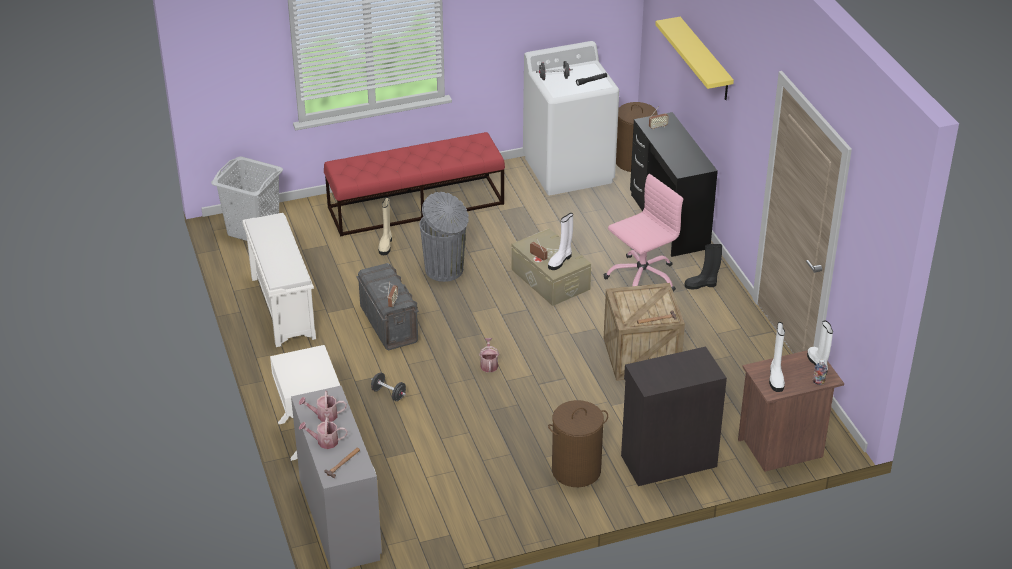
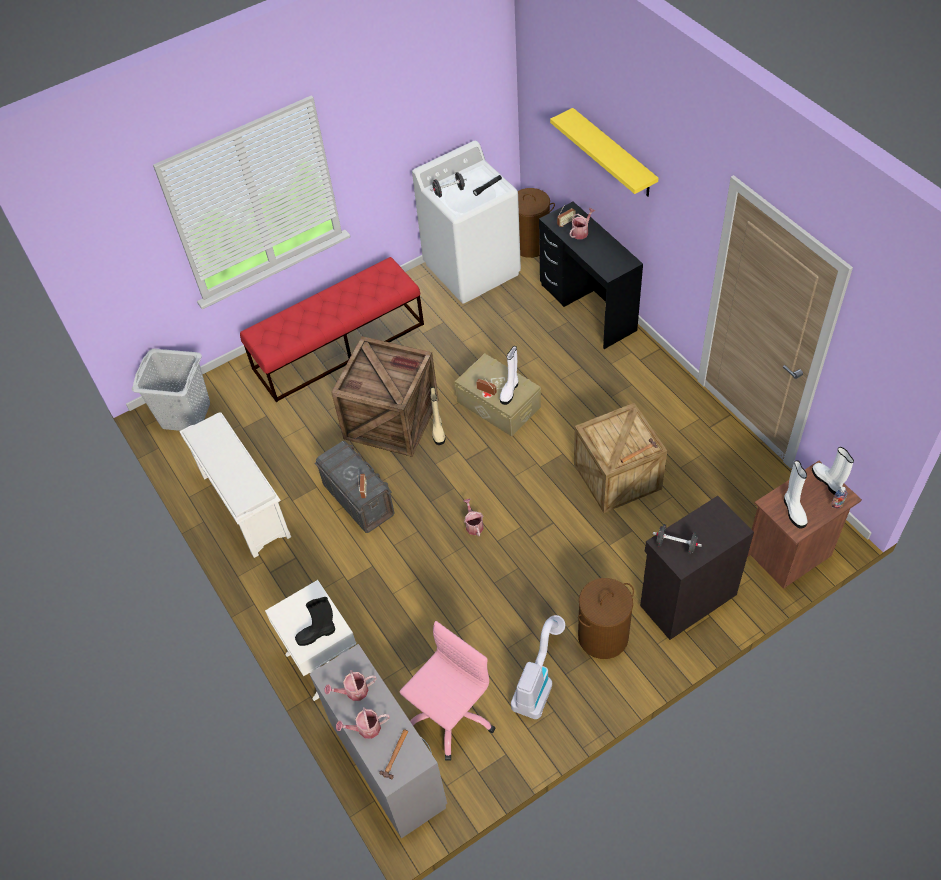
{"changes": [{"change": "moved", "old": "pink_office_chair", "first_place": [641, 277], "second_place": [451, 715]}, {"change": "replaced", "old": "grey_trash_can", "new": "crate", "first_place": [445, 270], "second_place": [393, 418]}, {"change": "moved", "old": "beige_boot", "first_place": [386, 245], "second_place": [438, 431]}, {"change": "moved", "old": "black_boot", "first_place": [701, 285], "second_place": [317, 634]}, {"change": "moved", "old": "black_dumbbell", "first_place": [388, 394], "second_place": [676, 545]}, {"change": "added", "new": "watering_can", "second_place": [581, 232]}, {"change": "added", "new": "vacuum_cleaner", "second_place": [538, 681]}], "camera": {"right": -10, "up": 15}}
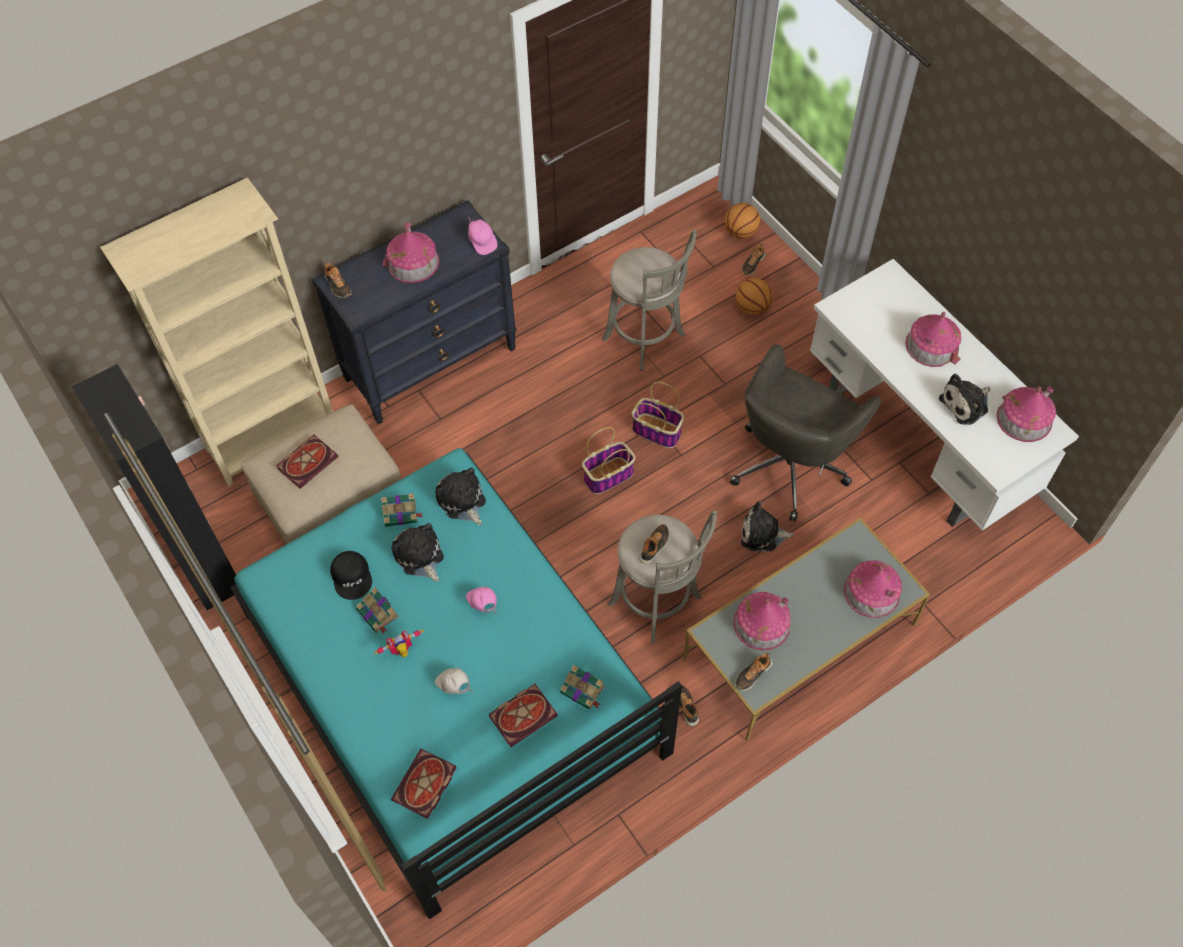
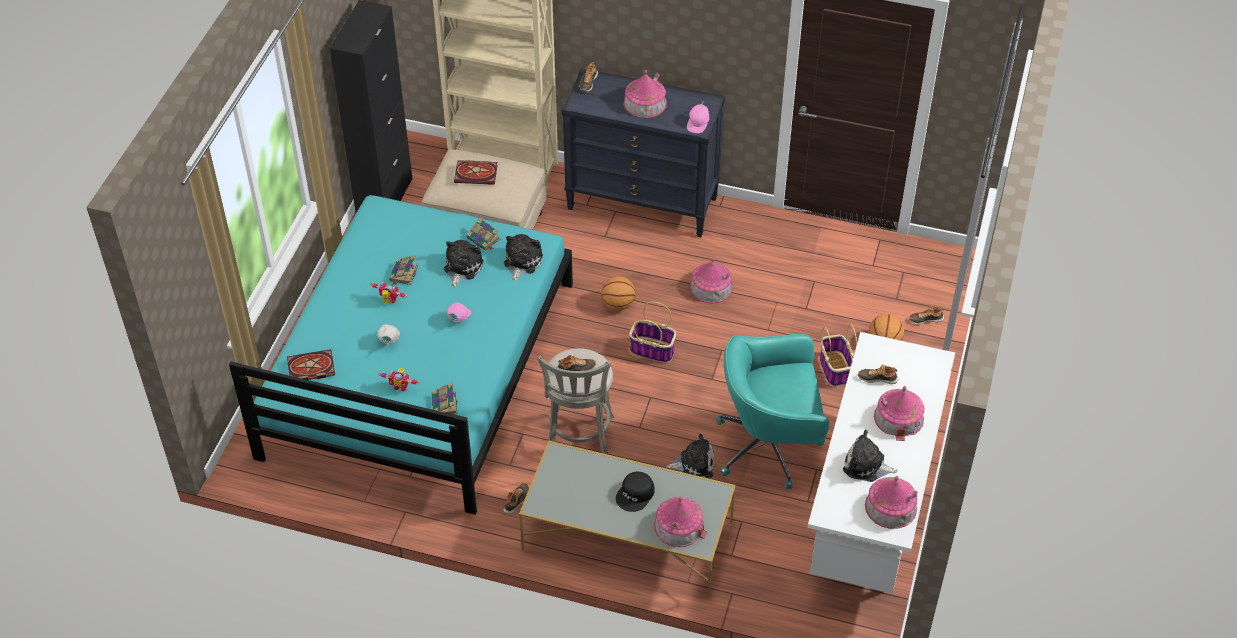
{"changes": [{"change": "moved", "old": "basketball", "first_place": [740, 232], "second_place": [618, 304]}, {"change": "removed", "old": "grey_stool", "first_place": [646, 340]}, {"change": "recoloured", "old": "grey_office_chair", "new": "turquoise_office_chair", "first_place": [791, 464], "second_place": [770, 446]}, {"change": "moved", "old": "basket", "first_place": [657, 431], "second_place": [835, 369]}, {"change": "turned", "old": "plush_toy", "first_place": [762, 534], "second_place": [694, 464], "degrees": 120}, {"change": "moved", "old": "black_cap", "first_place": [352, 576], "second_place": [635, 494]}, {"change": "moved", "old": "toy_house", "first_place": [761, 624], "second_place": [711, 287]}, {"change": "moved", "old": "shoe", "first_place": [753, 674], "second_place": [877, 378]}, {"change": "replaced", "old": "book", "new": "toy_robot", "first_place": [523, 714], "second_place": [401, 386]}], "camera": {"right": 50, "up": -10}}
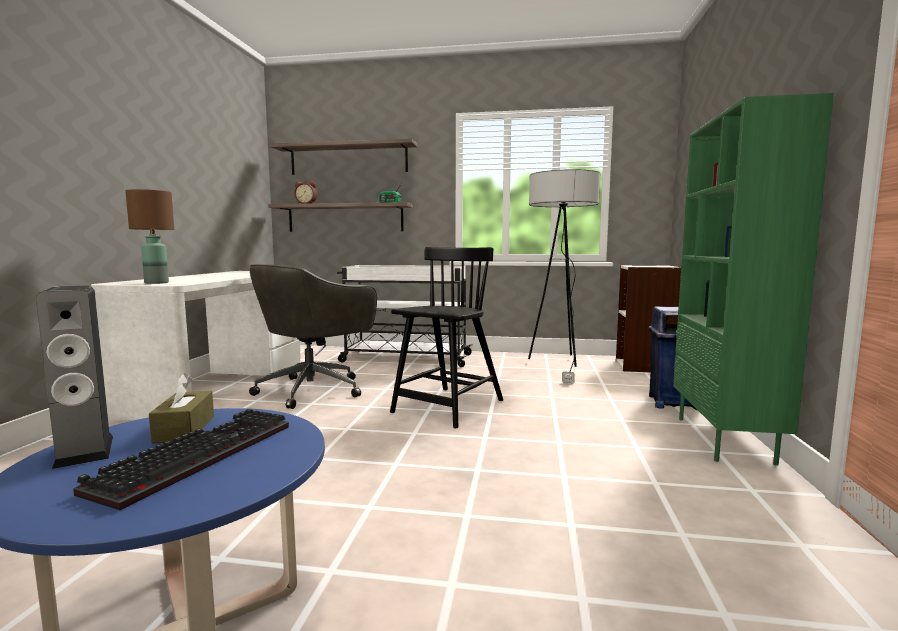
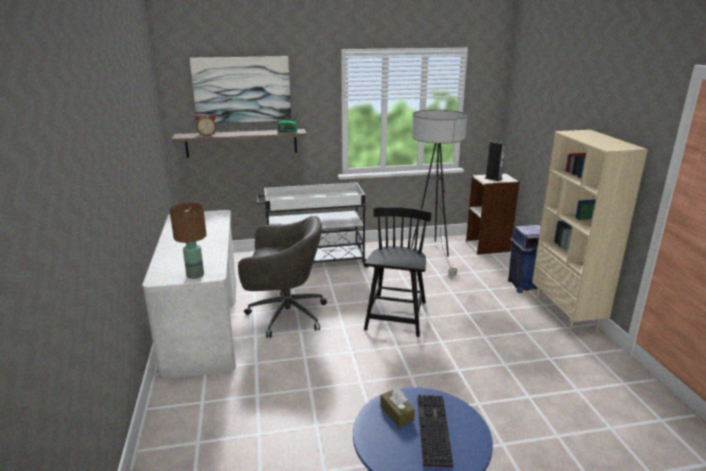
{"changes": [{"change": "recoloured", "old": "green_bookcase", "new": "beige_bookcase", "first_place": [725, 440], "second_place": [566, 316]}, {"change": "replaced", "old": "shelf", "new": "picture", "first_place": [348, 159], "second_place": [242, 89]}, {"change": "turned", "old": "grey_office_chair", "first_place": [314, 390], "second_place": [285, 315], "degrees": -105}, {"change": "moved", "old": "speaker", "first_place": [84, 451], "second_place": [493, 178]}], "camera": {"right": -20, "up": 15}}
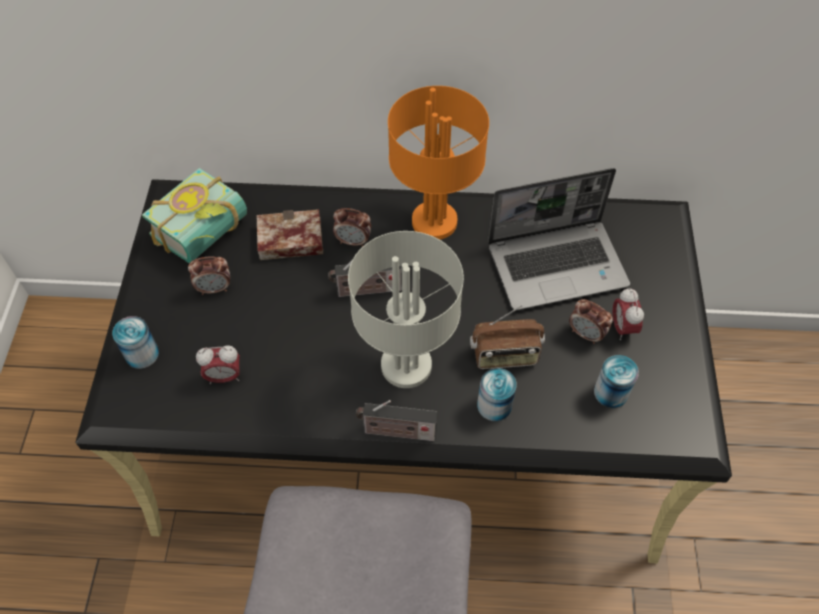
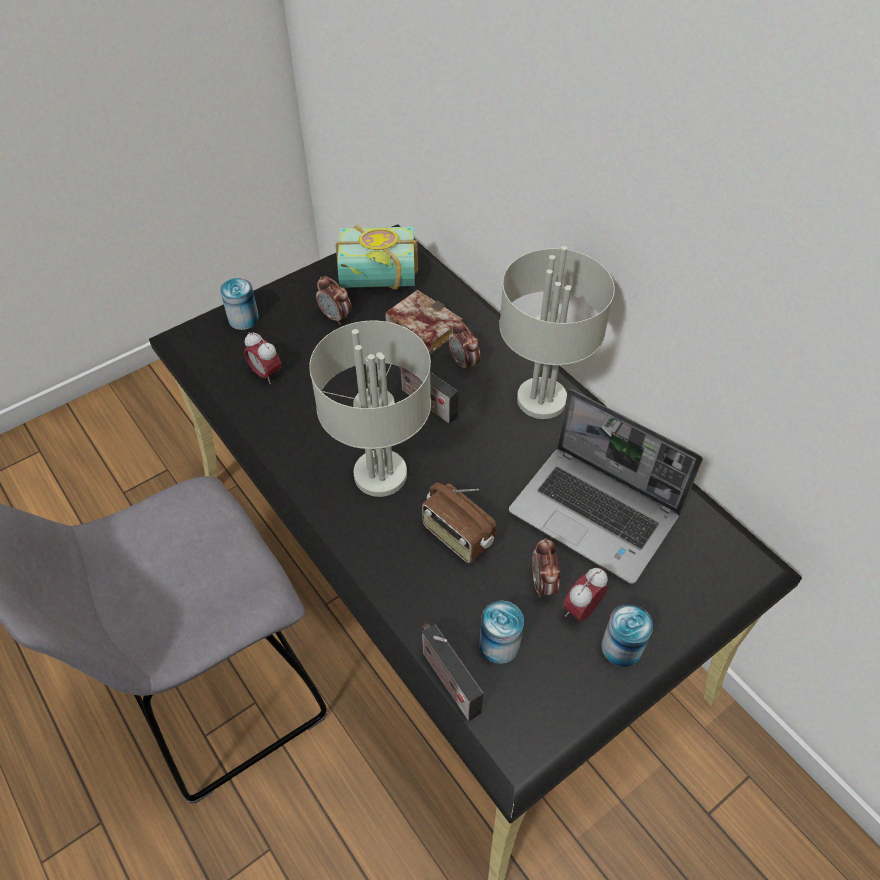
{"changes": [{"change": "recoloured", "old": "orange_table_lamp", "new": "grey_table_lamp", "first_place": [436, 222], "second_place": [542, 400]}, {"change": "moved", "old": "can", "first_place": [494, 405], "second_place": [621, 647]}, {"change": "moved", "old": "radio", "first_place": [396, 432], "second_place": [447, 679]}], "camera": {"right": 50, "up": -5}}
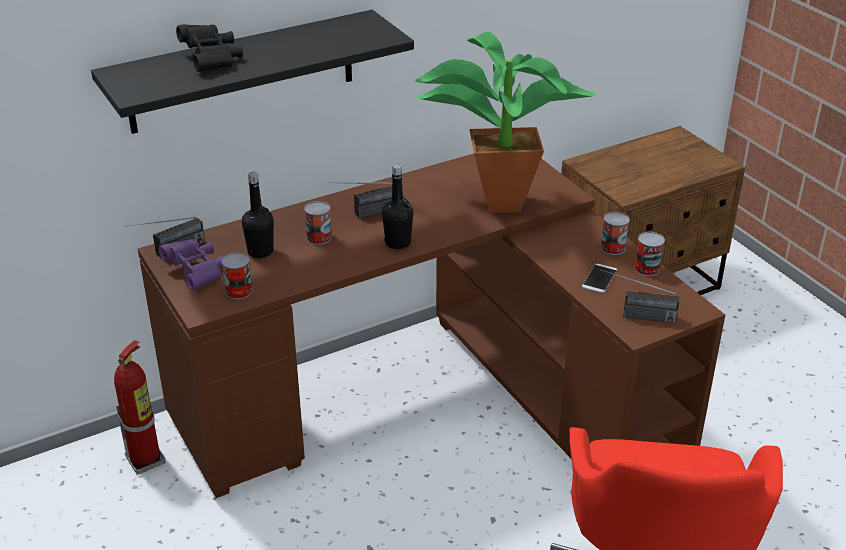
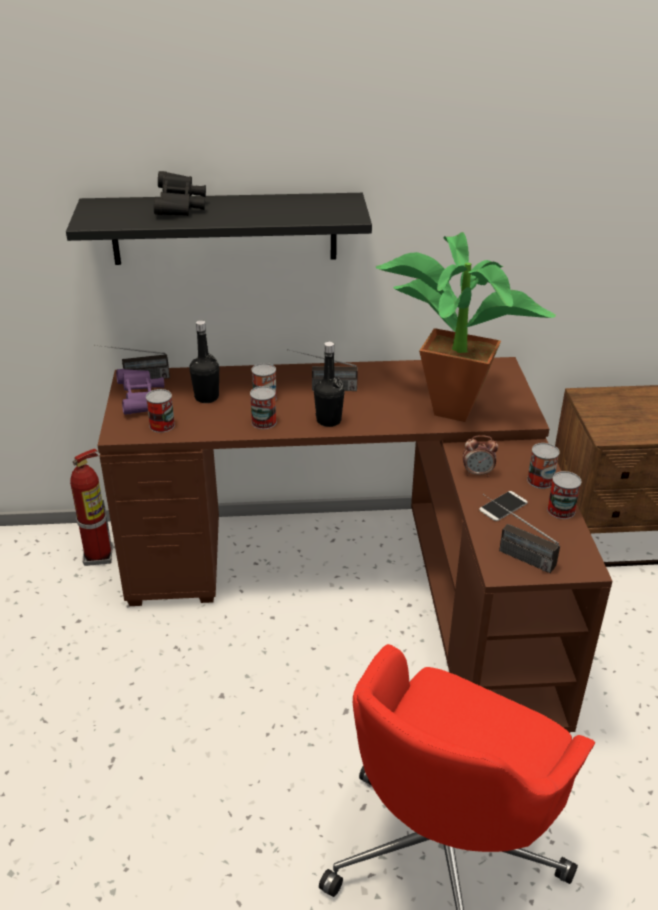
{"changes": [{"change": "added", "new": "can", "second_place": [264, 422]}, {"change": "added", "new": "alarm_clock", "second_place": [477, 473]}], "camera": {"right": 25, "up": 0}}
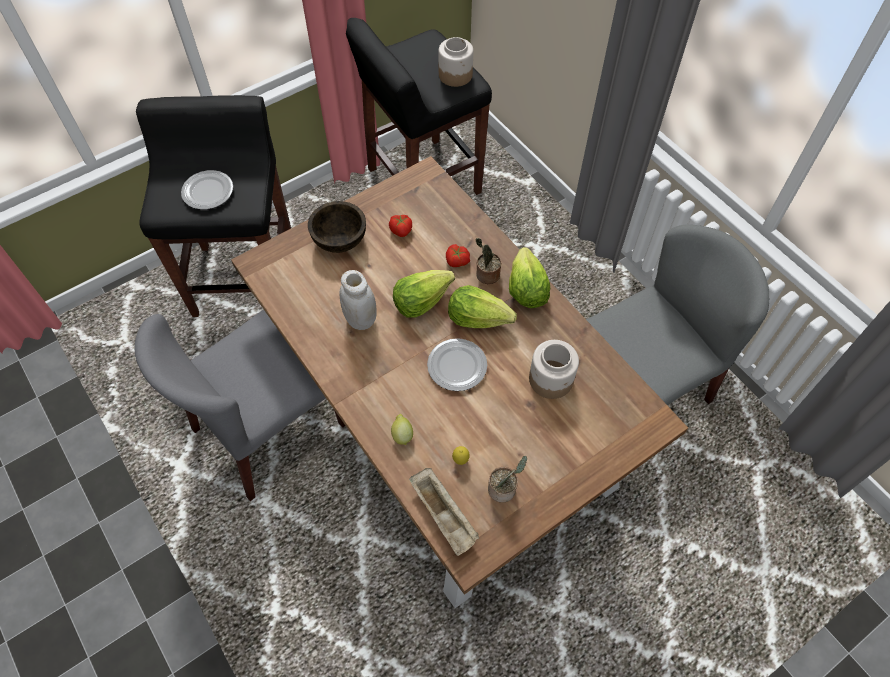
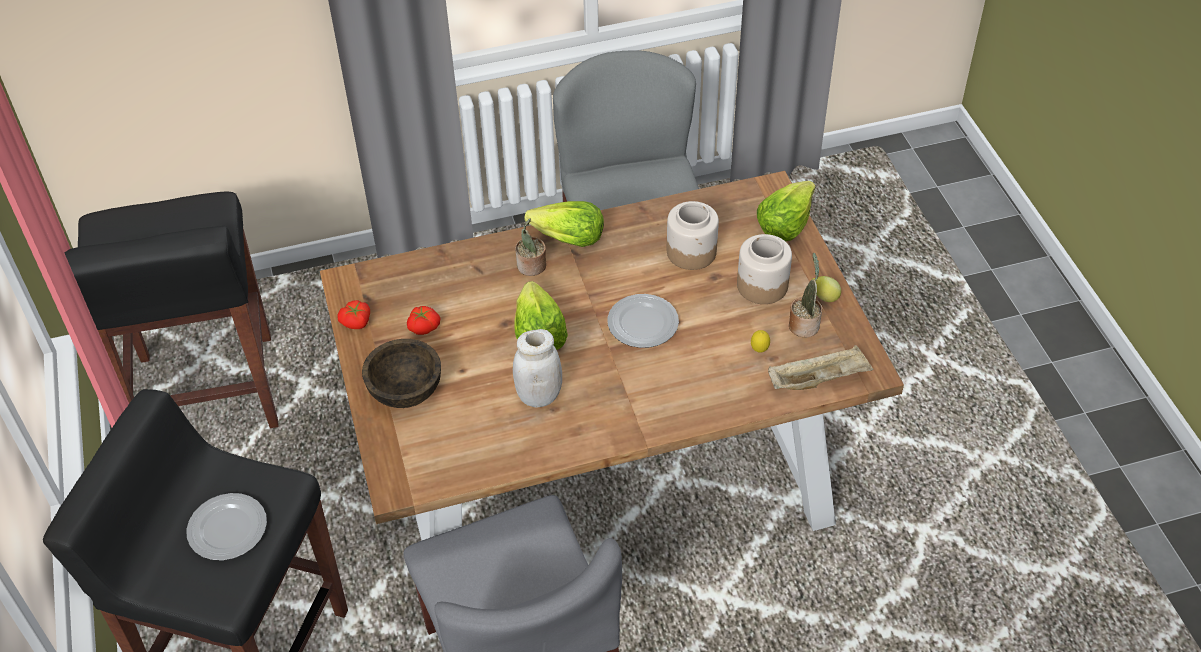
{"changes": [{"change": "moved", "old": "jar", "first_place": [455, 75], "second_place": [761, 285]}, {"change": "moved", "old": "tomato", "first_place": [457, 261], "second_place": [356, 322]}, {"change": "moved", "old": "lettuce", "first_place": [478, 317], "second_place": [785, 224]}, {"change": "moved", "old": "lemon", "first_place": [402, 434], "second_place": [824, 298]}], "camera": {"right": -70, "up": -10}}
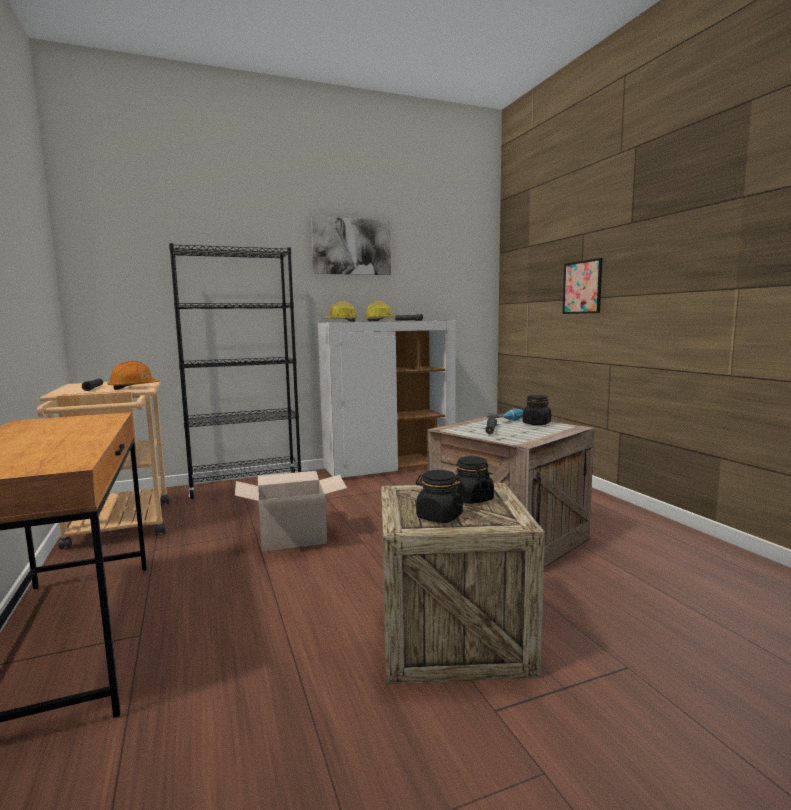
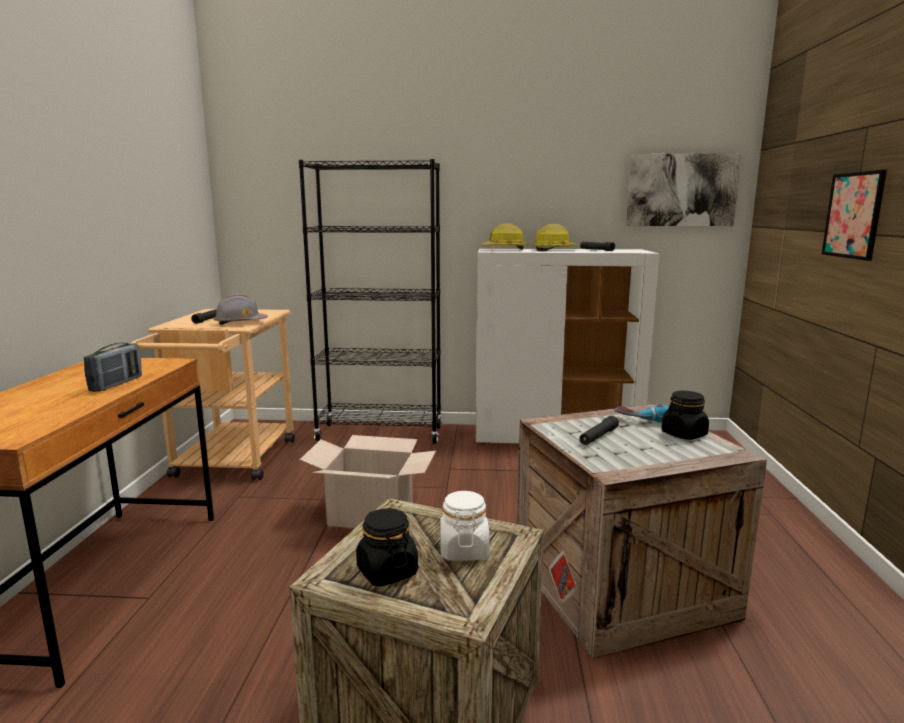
{"changes": [{"change": "moved", "old": "picture", "first_place": [351, 247], "second_place": [681, 190]}, {"change": "recoloured", "old": "orange_hard_hat", "new": "grey_hard_hat", "first_place": [134, 387], "second_place": [240, 323]}, {"change": "recoloured", "old": "black_jar", "new": "white_jar", "first_place": [471, 499], "second_place": [463, 550]}, {"change": "added", "new": "radio", "second_place": [116, 384]}], "camera": {"right": 25, "up": 5}}
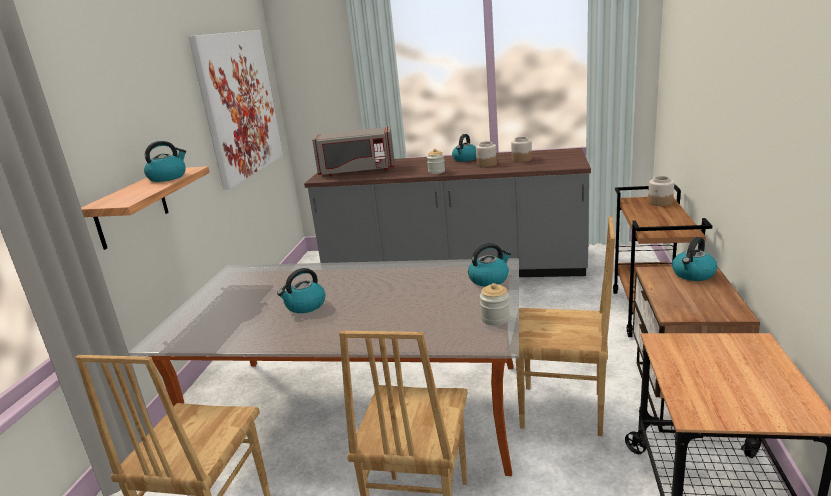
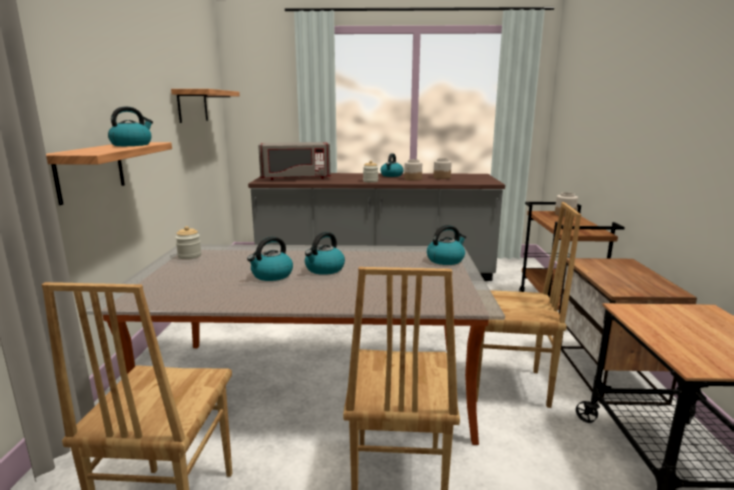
{"changes": [{"change": "replaced", "old": "picture", "new": "shelf", "first_place": [239, 105], "second_place": [192, 106]}, {"change": "moved", "old": "kettle", "first_place": [693, 274], "second_place": [324, 269]}, {"change": "moved", "old": "jar", "first_place": [495, 318], "second_place": [189, 256]}], "camera": {"right": -10, "up": -5}}
